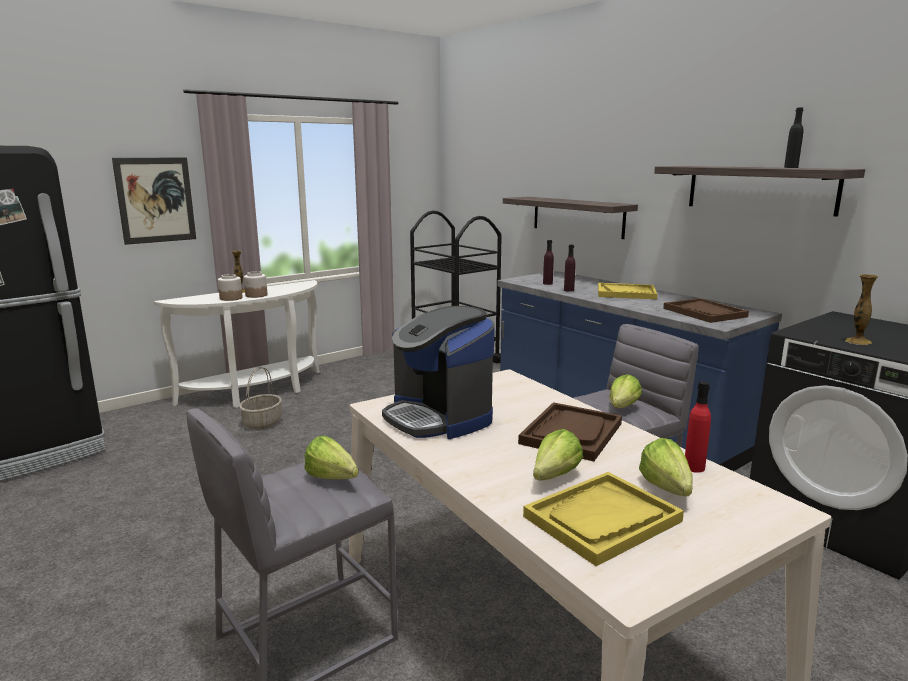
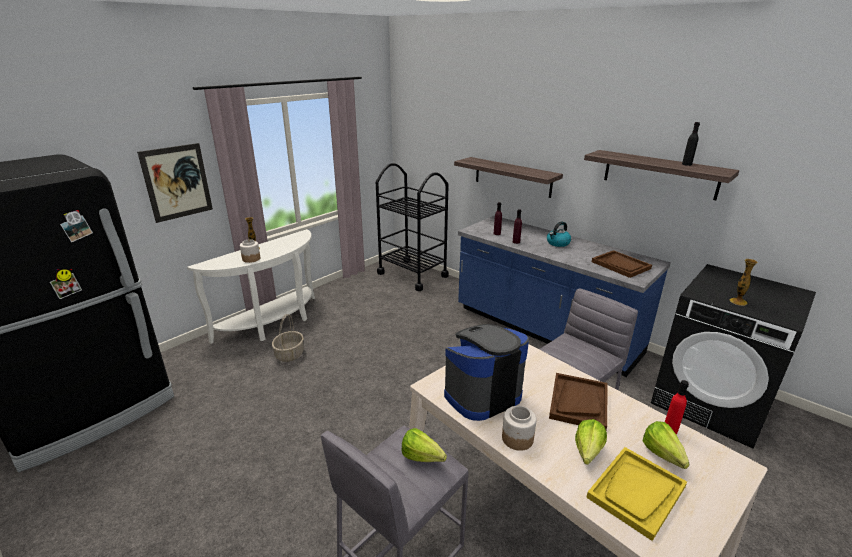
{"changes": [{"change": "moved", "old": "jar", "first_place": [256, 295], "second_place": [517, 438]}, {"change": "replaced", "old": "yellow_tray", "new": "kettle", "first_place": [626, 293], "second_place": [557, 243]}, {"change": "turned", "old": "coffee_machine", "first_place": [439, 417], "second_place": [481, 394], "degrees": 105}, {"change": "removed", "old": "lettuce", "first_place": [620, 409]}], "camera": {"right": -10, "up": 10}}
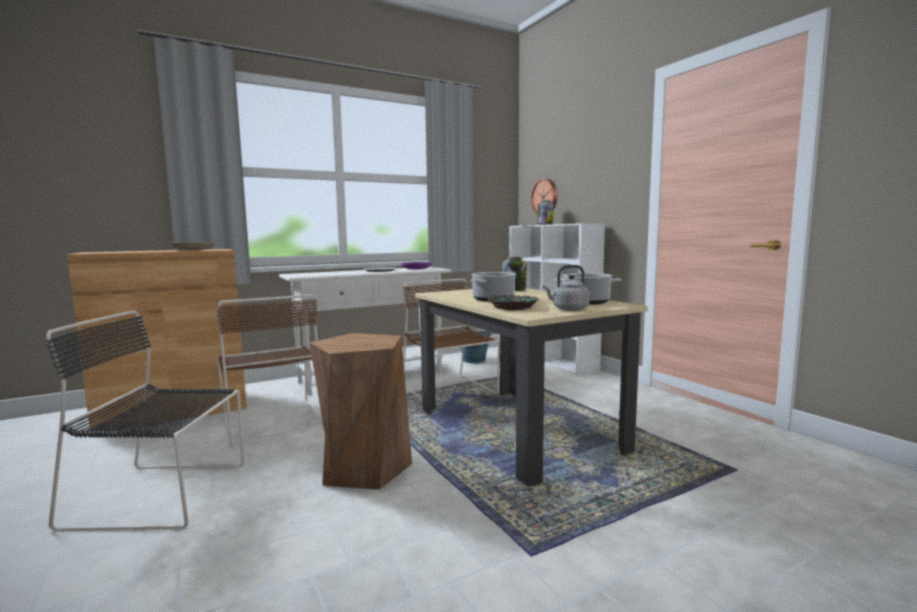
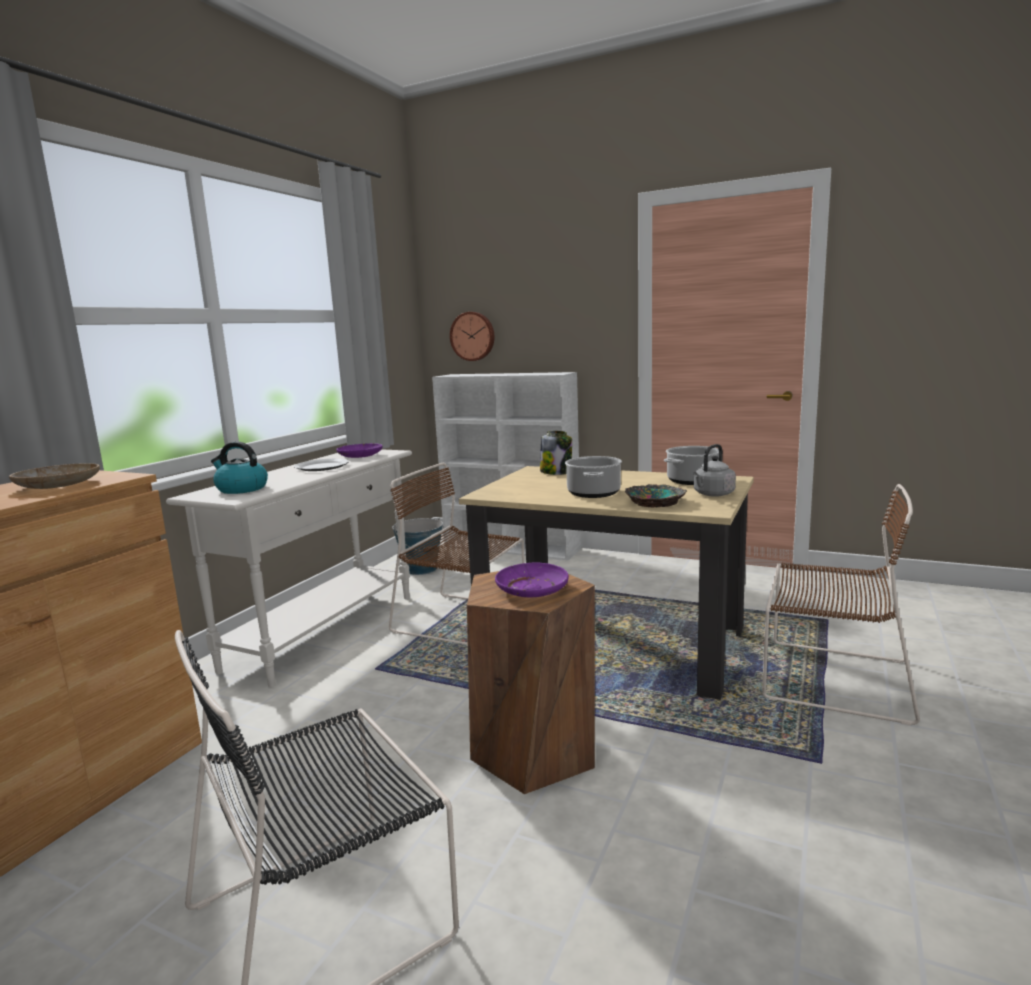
{"changes": [{"change": "removed", "old": "jar", "first_place": [544, 224]}, {"change": "moved", "old": "brown_chair", "first_place": [273, 421], "second_place": [830, 678]}, {"change": "added", "new": "kettle", "second_place": [241, 489]}, {"change": "added", "new": "purple_plate", "second_place": [532, 589]}], "camera": {"right": -35, "up": 5}}
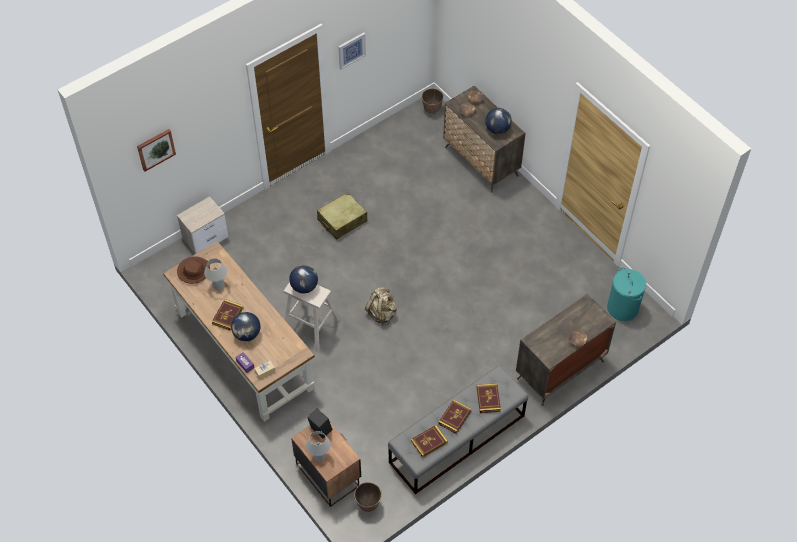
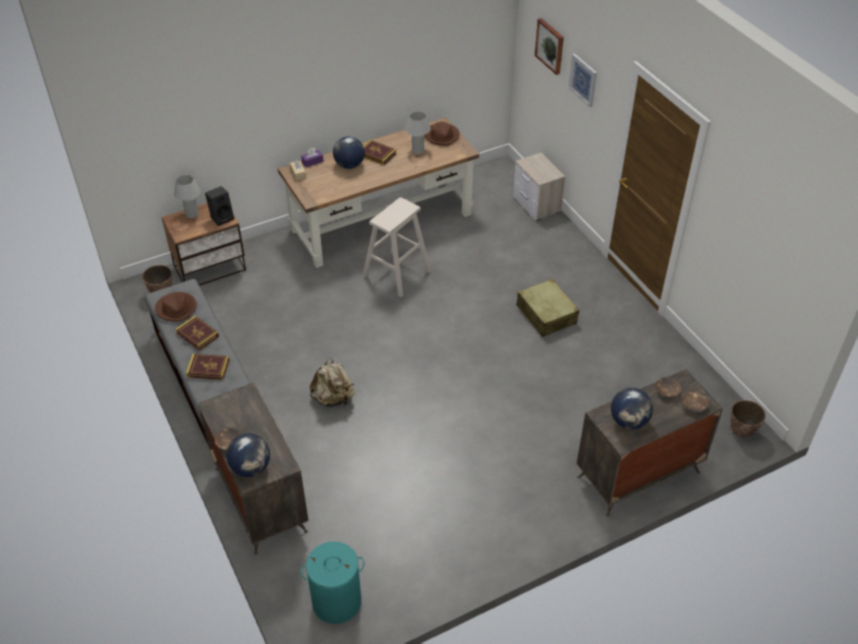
{"changes": [{"change": "moved", "old": "picture", "first_place": [351, 50], "second_place": [583, 80]}, {"change": "moved", "old": "globe", "first_place": [304, 287], "second_place": [251, 468]}, {"change": "moved", "old": "beige_backpack", "first_place": [382, 313], "second_place": [333, 398]}, {"change": "replaced", "old": "book", "new": "brown_hat", "first_place": [429, 442], "second_place": [176, 308]}], "camera": {"right": 100, "up": -10}}
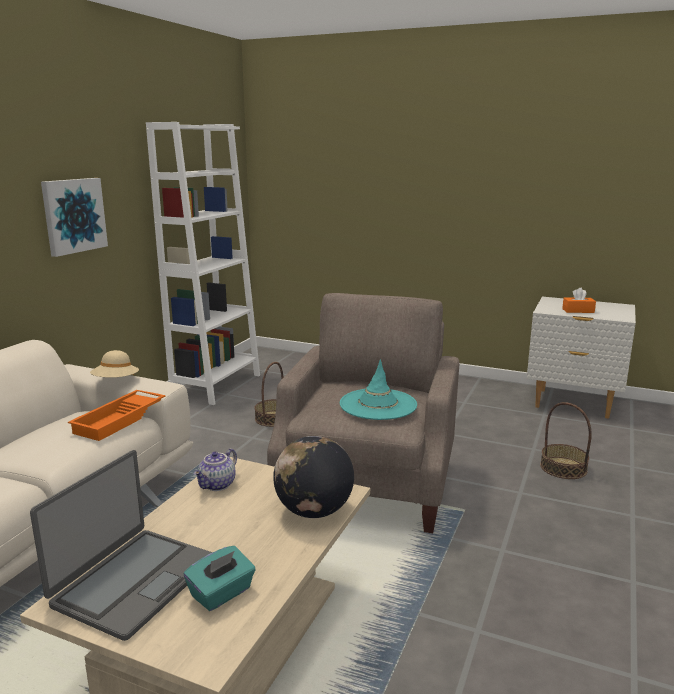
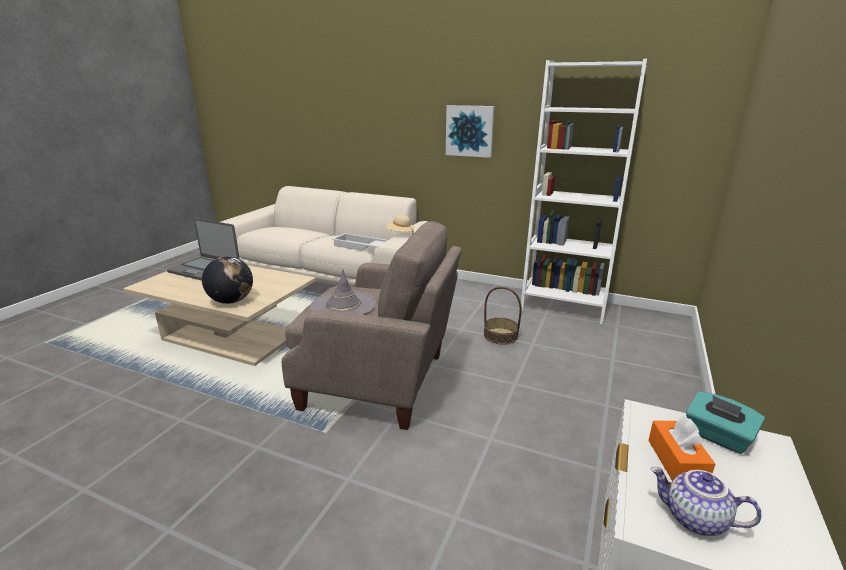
{"changes": [{"change": "recoloured", "old": "turquoise_hat", "new": "grey_hat", "first_place": [378, 404], "second_place": [343, 305]}, {"change": "recoloured", "old": "orange_tray", "new": "white_tray", "first_place": [120, 420], "second_place": [360, 247]}, {"change": "removed", "old": "basket", "first_place": [563, 468]}, {"change": "moved", "old": "teapot", "first_place": [217, 485], "second_place": [694, 520]}, {"change": "moved", "old": "turquoise_tissue_box", "first_place": [222, 593], "second_place": [717, 437]}], "camera": {"right": 90, "up": 5}}
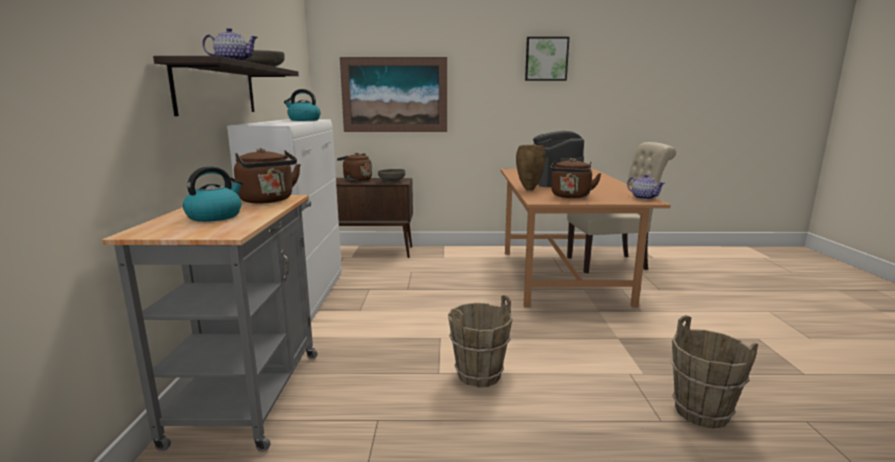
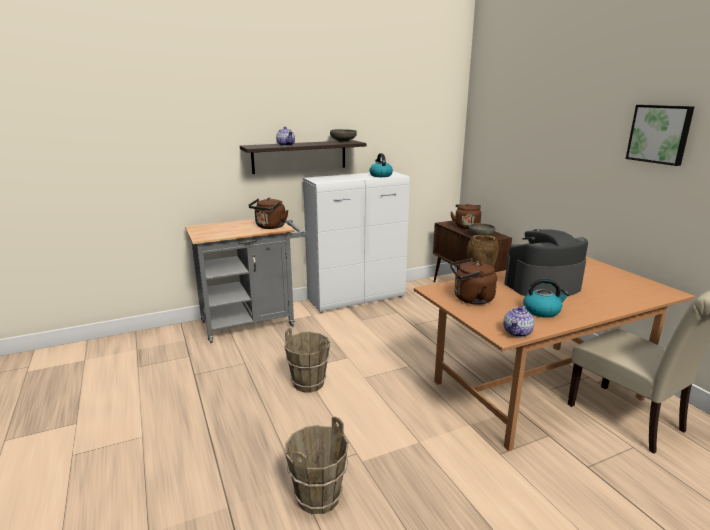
{"changes": [{"change": "removed", "old": "picture", "first_place": [394, 95]}, {"change": "moved", "old": "kettle", "first_place": [215, 216], "second_place": [542, 311]}], "camera": {"right": 65, "up": 5}}
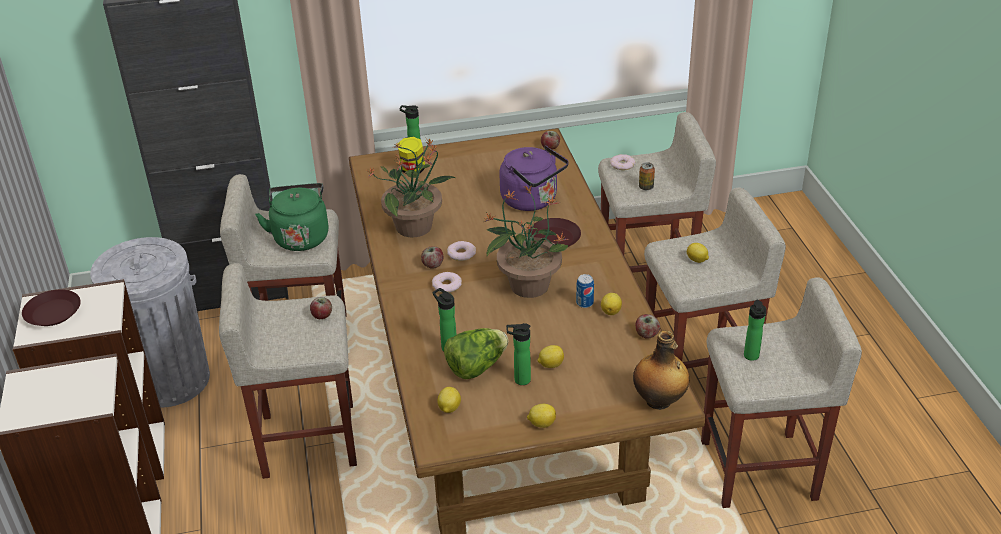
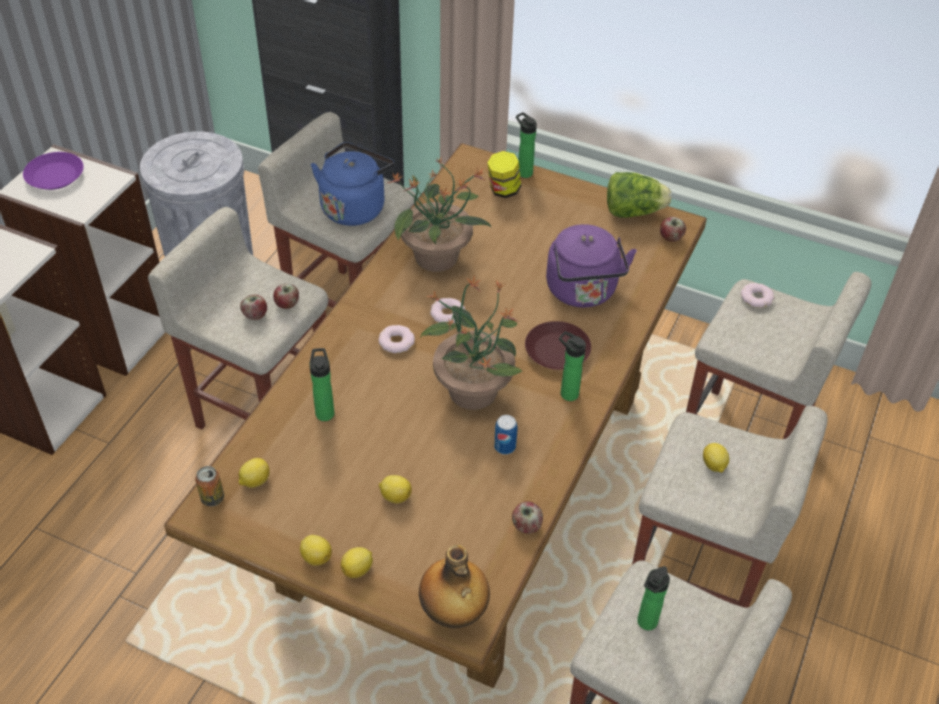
{"changes": [{"change": "moved", "old": "can", "first_place": [646, 187], "second_place": [212, 498]}, {"change": "recoloured", "old": "green_kettle", "new": "blue_kettle", "first_place": [300, 236], "second_place": [354, 207]}, {"change": "moved", "old": "apple", "first_place": [432, 265], "second_place": [255, 315]}, {"change": "recoloured", "old": "brown_plate", "new": "purple_plate", "first_place": [53, 312], "second_place": [56, 176]}, {"change": "moved", "old": "lemon", "first_place": [611, 311], "second_place": [358, 569]}, {"change": "moved", "old": "bottle", "first_place": [519, 380], "second_place": [566, 393]}, {"change": "moved", "old": "lettuce", "first_place": [476, 367], "second_place": [633, 212]}], "camera": {"right": 35, "up": 10}}
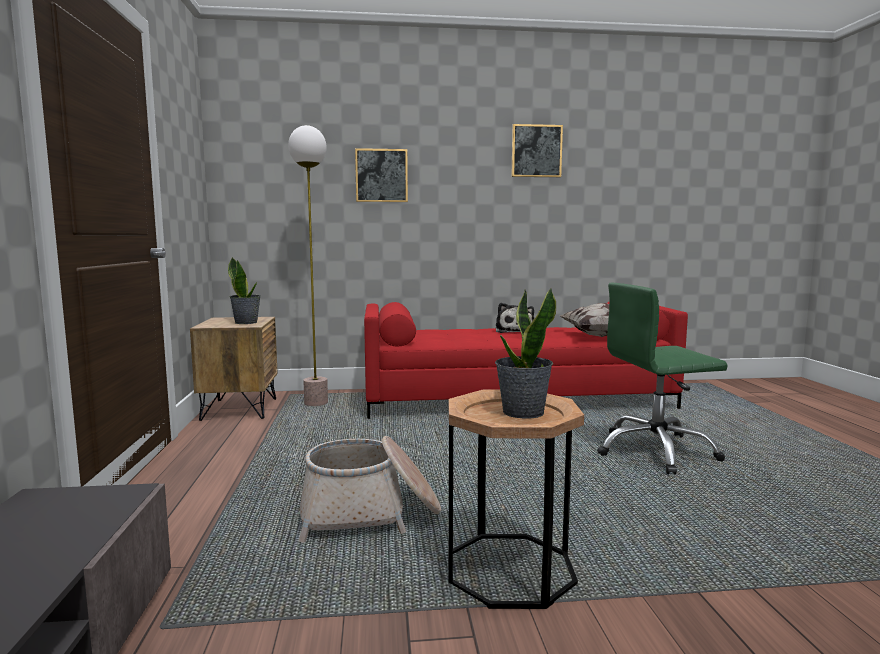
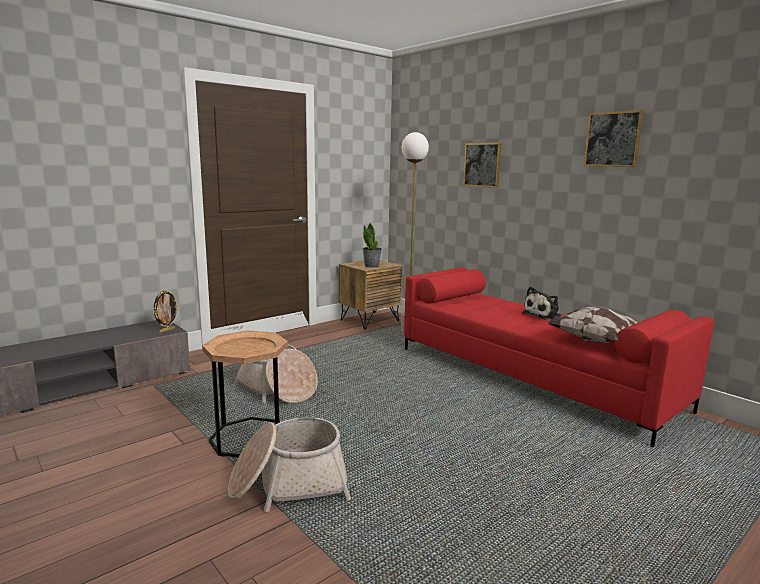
{"changes": [{"change": "removed", "old": "green_office_chair", "first_place": [656, 451]}, {"change": "removed", "old": "potted_plant", "first_place": [522, 412]}, {"change": "added", "new": "picture_frame", "second_place": [167, 330]}, {"change": "added", "new": "basket", "second_place": [289, 483]}], "camera": {"right": 55, "up": 5}}
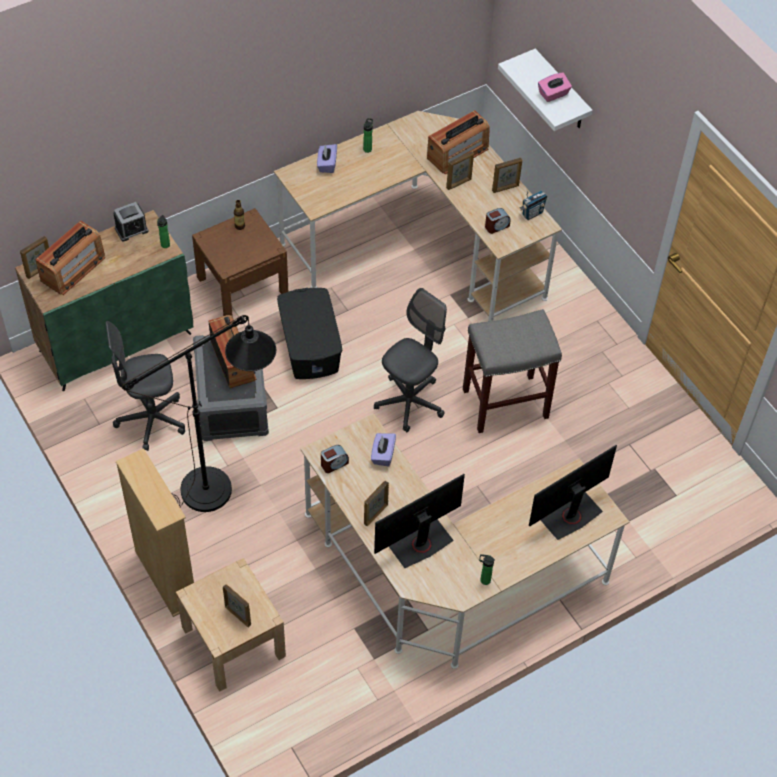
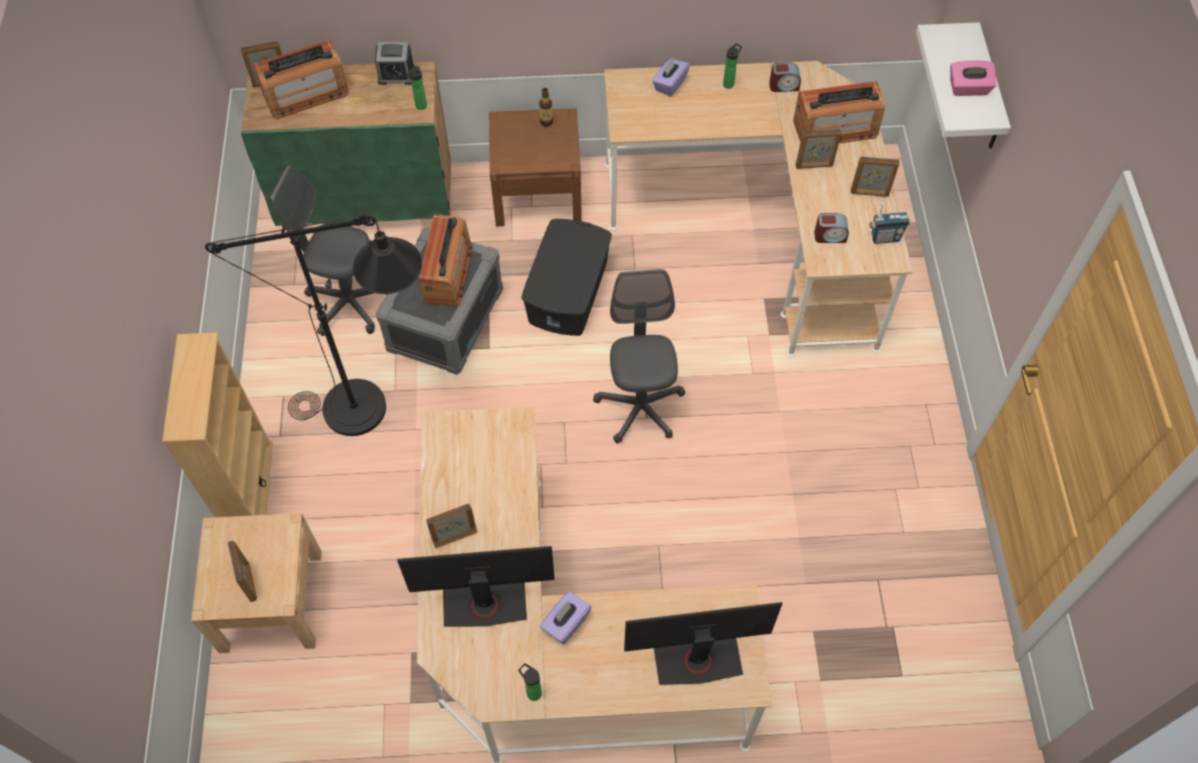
{"changes": [{"change": "turned", "old": "grey_office_chair", "first_place": [409, 403], "second_place": [640, 407], "degrees": -75}, {"change": "removed", "old": "grey_stool", "first_place": [504, 404]}, {"change": "moved", "old": "purple_tissue_box", "first_place": [383, 455], "second_place": [565, 623]}, {"change": "moved", "old": "alarm_clock", "first_place": [334, 464], "second_place": [783, 86]}], "camera": {"right": 30, "up": 5}}
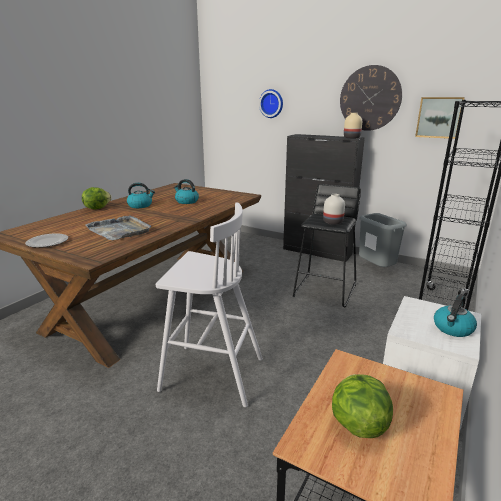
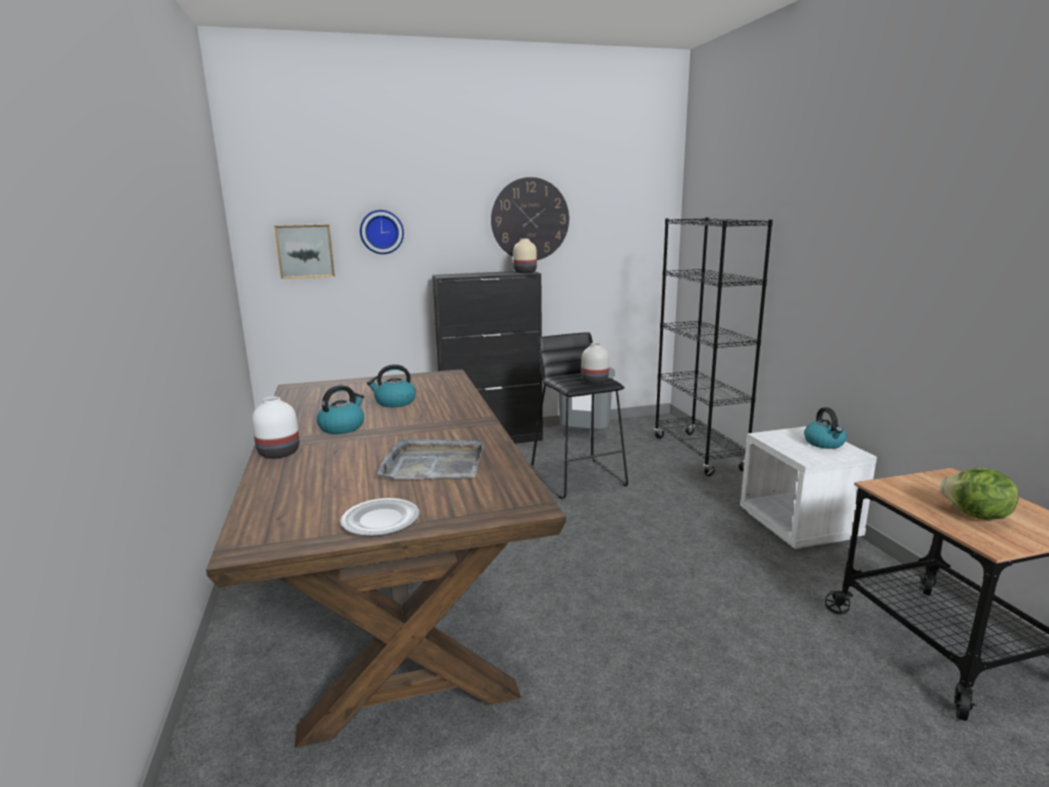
{"changes": [{"change": "moved", "old": "picture", "first_place": [439, 117], "second_place": [305, 251]}, {"change": "replaced", "old": "lettuce", "new": "white_vase", "first_place": [97, 208], "second_place": [278, 453]}, {"change": "removed", "old": "white_stool", "first_place": [210, 374]}], "camera": {"right": -45, "up": -5}}
